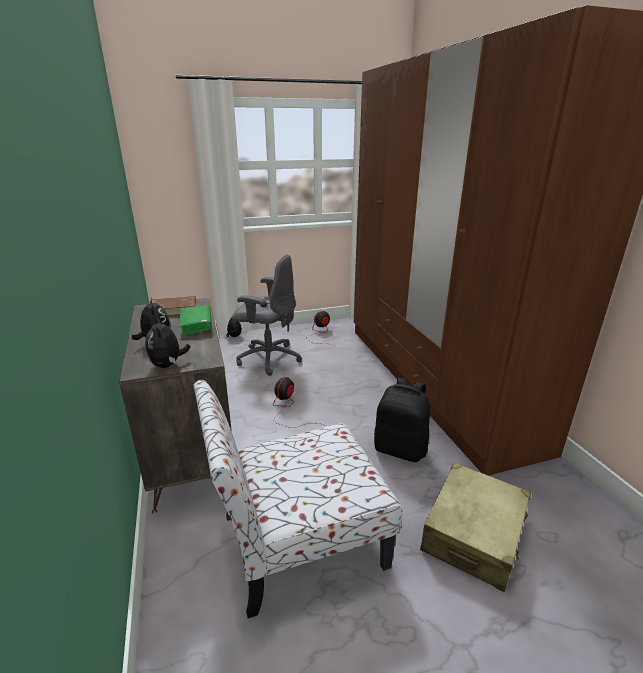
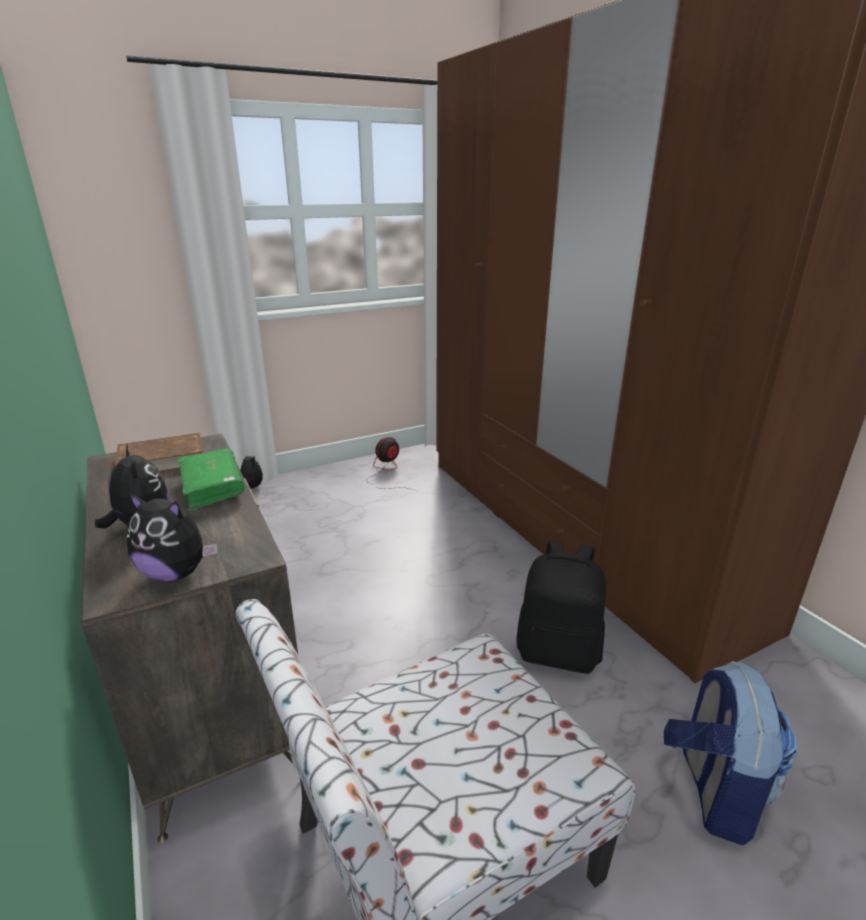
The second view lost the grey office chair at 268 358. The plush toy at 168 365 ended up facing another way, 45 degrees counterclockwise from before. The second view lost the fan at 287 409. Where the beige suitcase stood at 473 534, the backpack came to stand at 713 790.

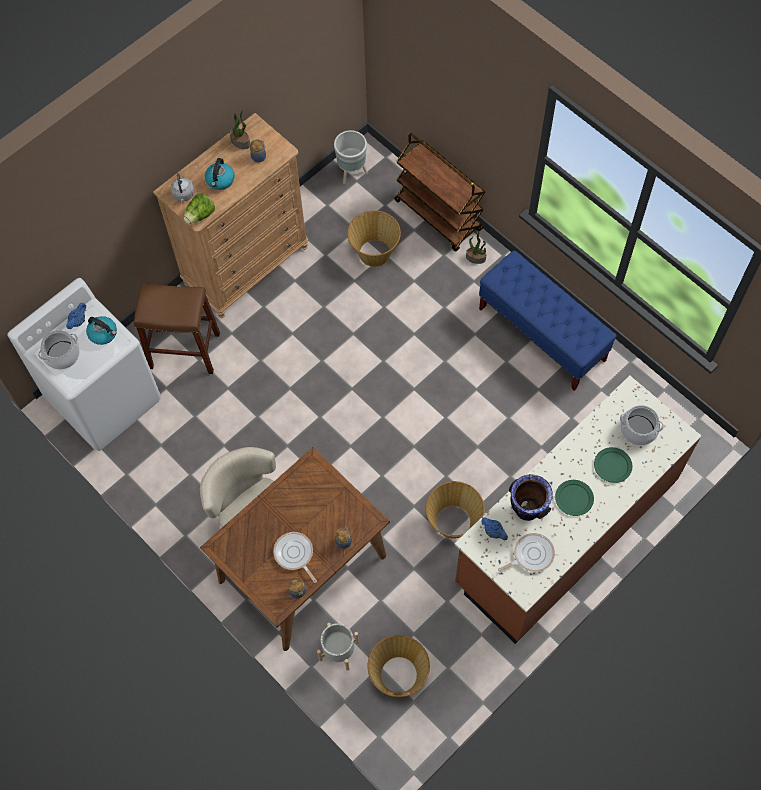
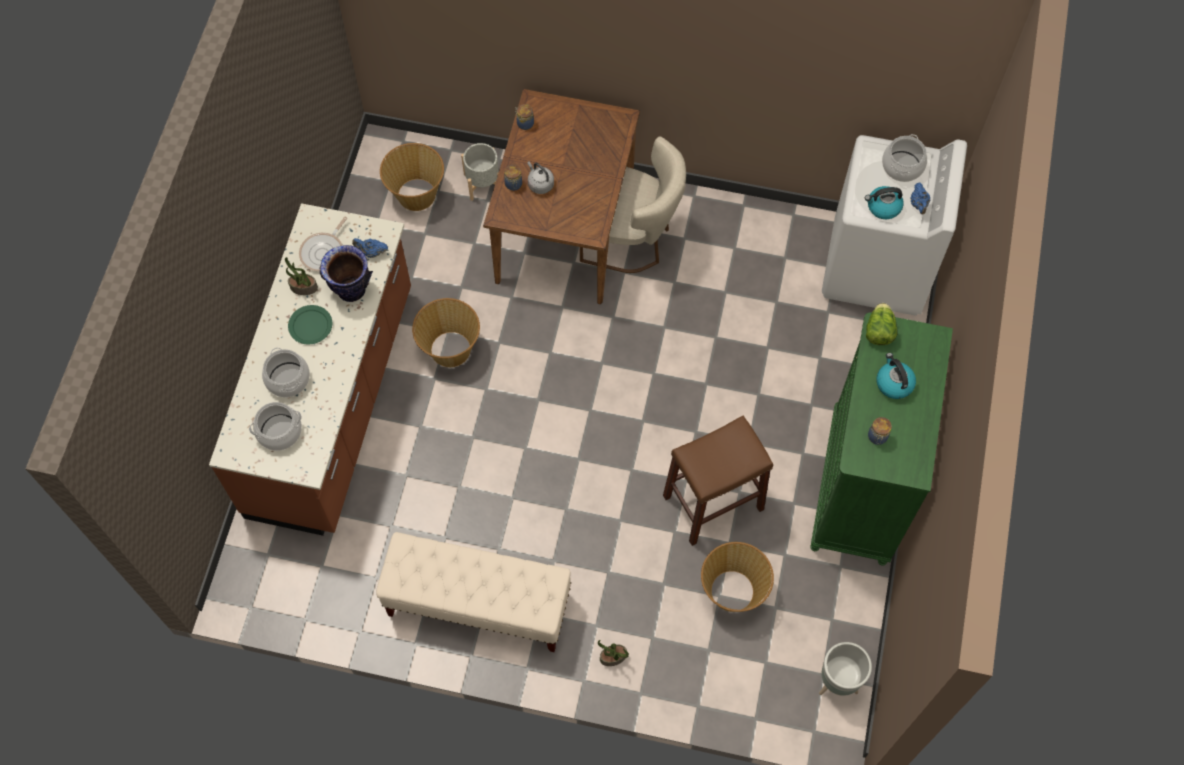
The potted plant ended up elsewhere, having gone from 241 142 to 303 288. What was the brown dresser at 246 265 turned into the green dresser at 859 488. The second view lost the brown cart at 439 216. The grey kettle ended up elsewhere, having gone from 183 195 to 540 184. What was the blue bench at 542 335 turned into the beige bench at 478 604. The brown stool ended up elsewhere, having gone from 184 350 to 713 502. Where the green plate stood at 613 466, the cooking pot came to stand at 287 379. The second view lost the frying pan at 294 554.

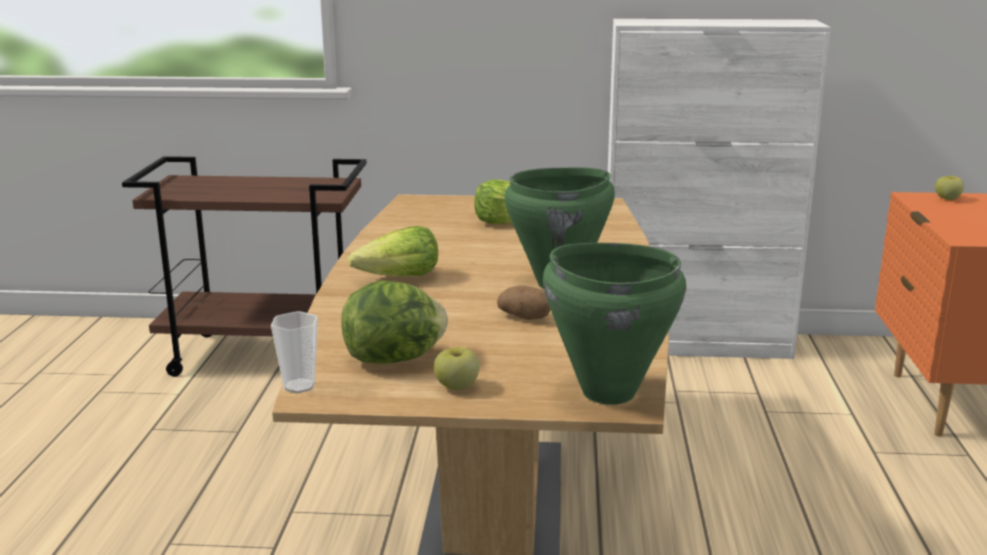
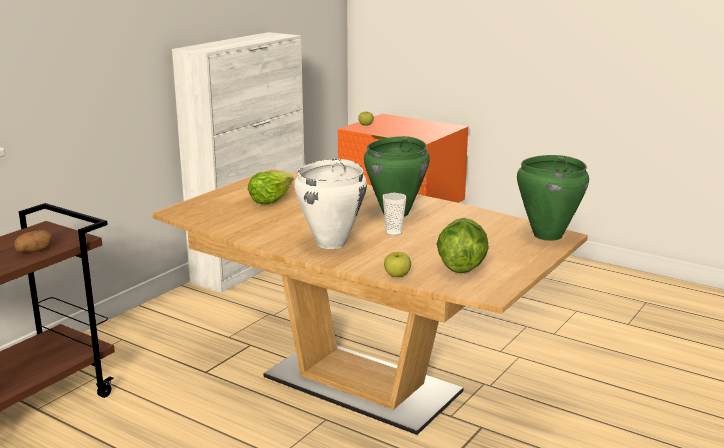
Where the lettuce stood at 399 278, the white cooking pot came to stand at 332 243. The potato ended up elsewhere, having gone from 525 317 to 34 251. The cup ended up elsewhere, having gone from 299 386 to 393 233. The apple ended up elsewhere, having gone from 457 387 to 397 276.

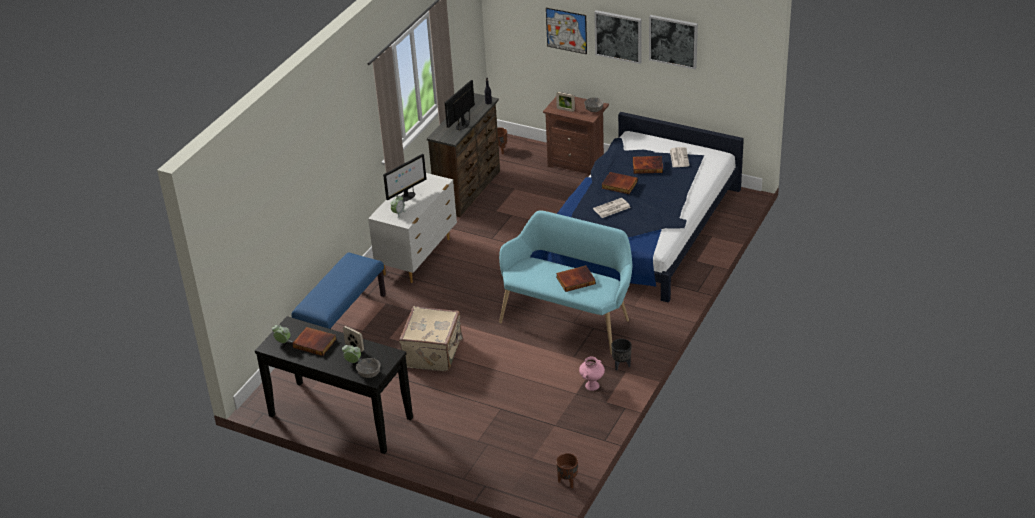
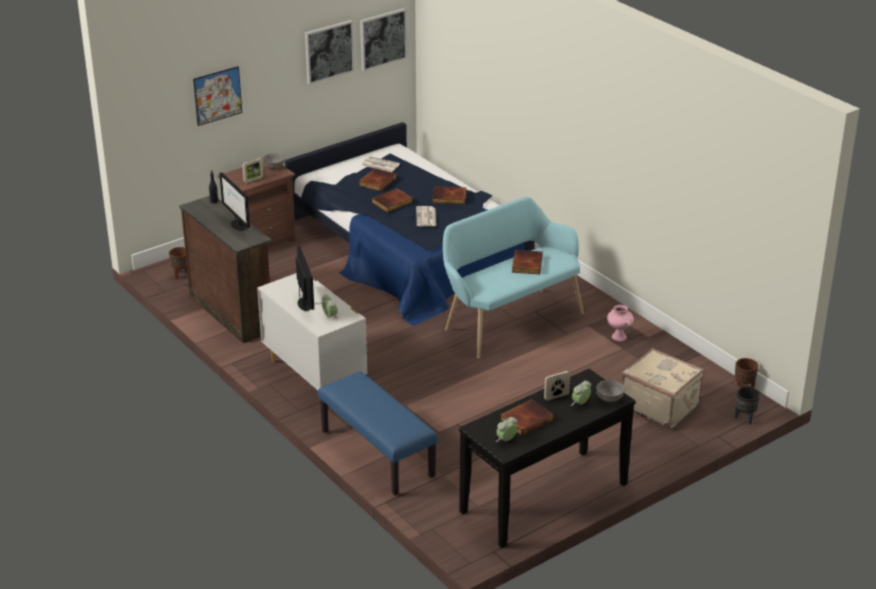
The picture ended up elsewhere, having gone from 618 36 to 382 39. The beige suitcase ended up elsewhere, having gone from 434 353 to 660 405. The black planter ended up elsewhere, having gone from 621 365 to 745 418. The second view gained the book at 449 198.

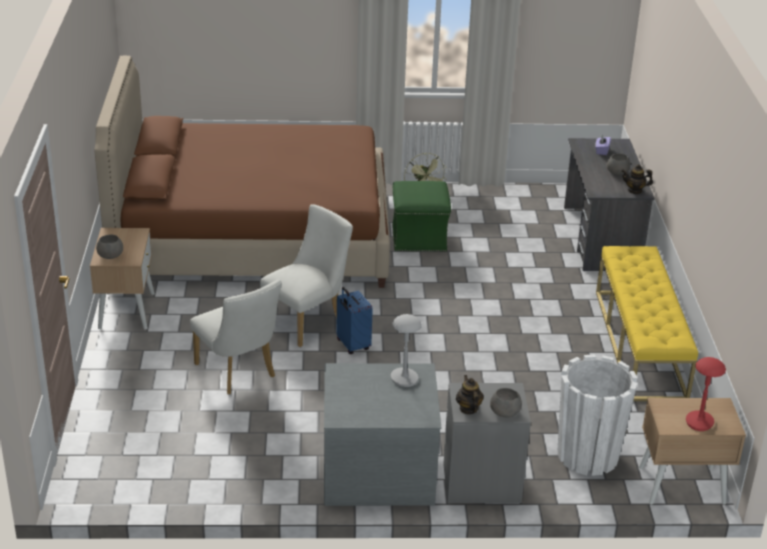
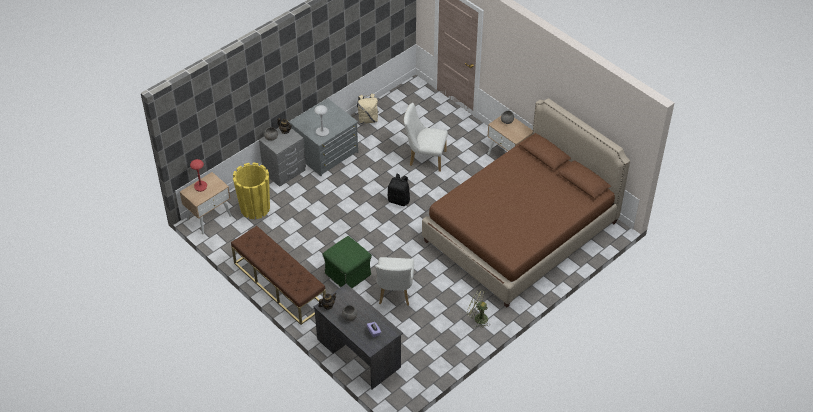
The green ottoman ended up elsewhere, having gone from 419 237 to 348 274. The white chair ended up elsewhere, having gone from 308 321 to 395 294. What was the yellow bench at 640 344 turned into the brown bench at 279 284. Where the blue suitcase stood at 352 345, the black backpack came to stand at 399 200. What was the white planter at 588 455 turned into the yellow planter at 255 208. The second view gained the beige backpack at 368 119.

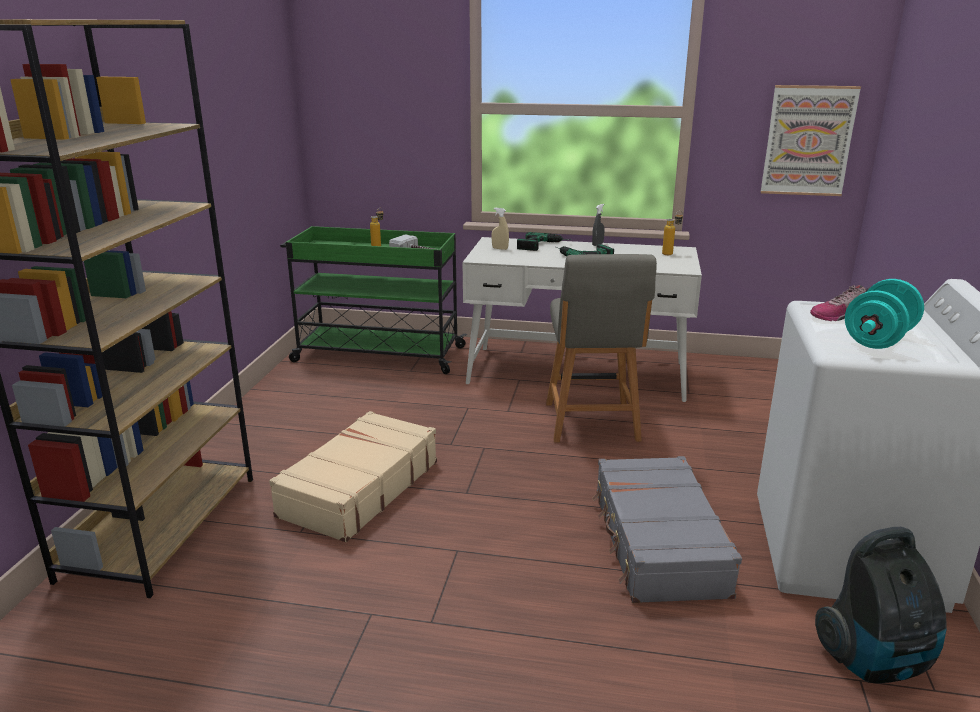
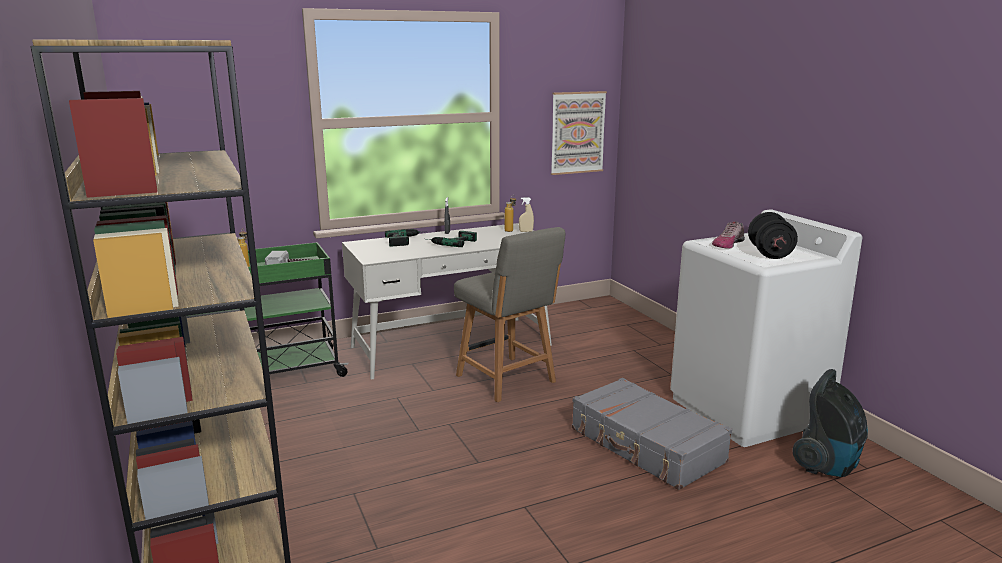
The beige spray bottle ended up elsewhere, having gone from 500 248 to 526 231. What was the turquoise dumbbell at 878 339 turned into the black dumbbell at 769 253. The second view lost the beige suitcase at 358 489.

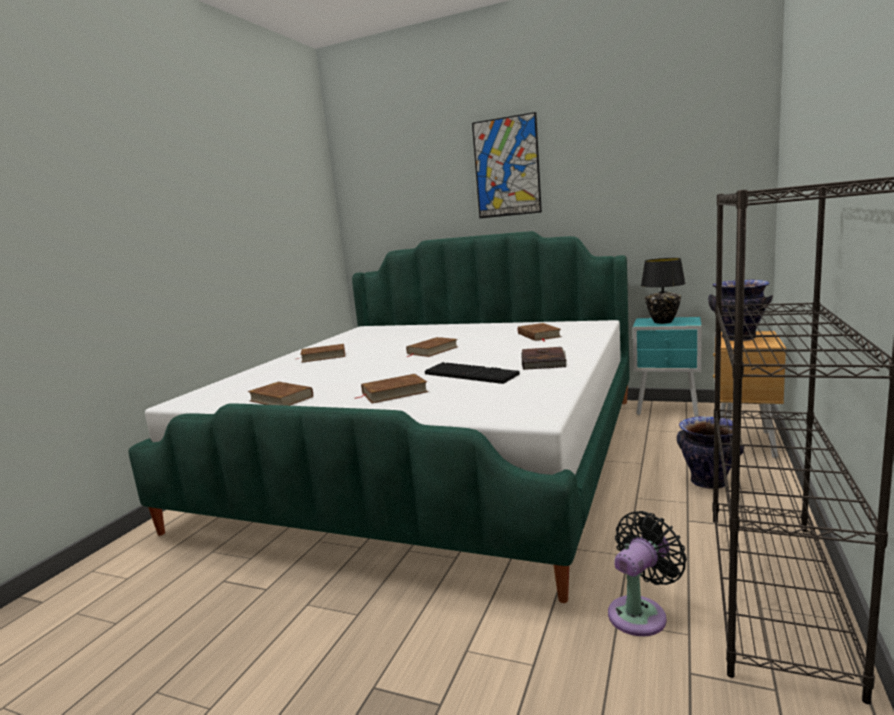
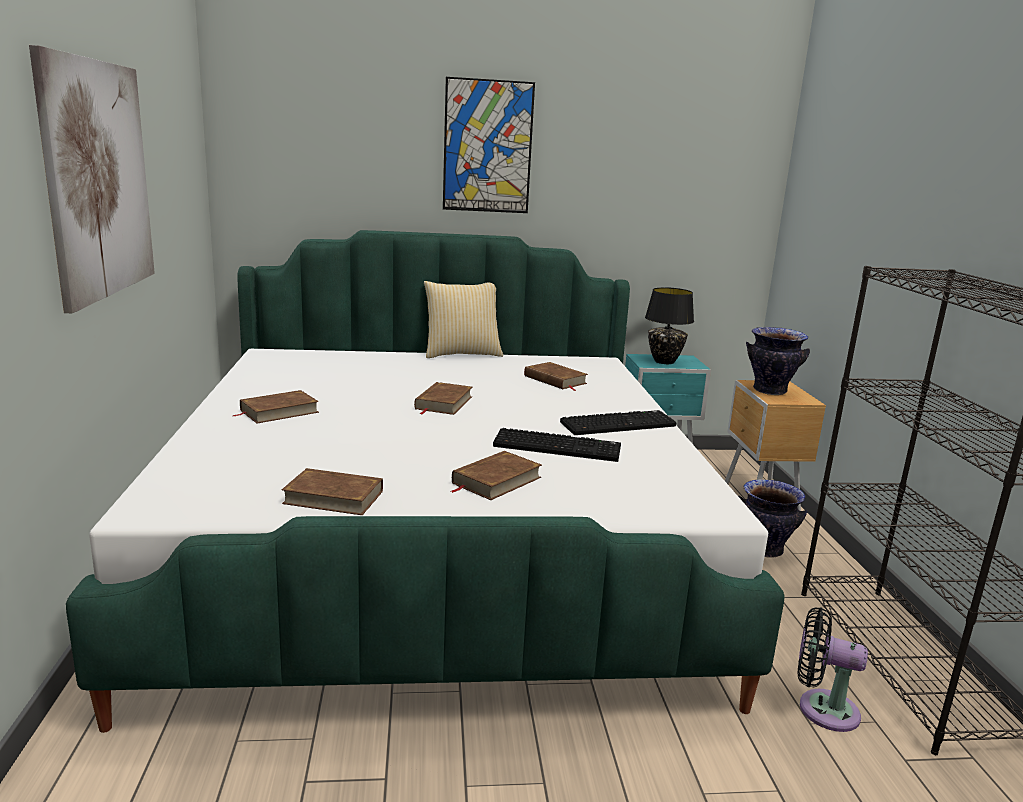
Where the brown book stood at 544 361, the keyboard came to stand at 618 424. The black fan at 640 613 ended up facing another way, 90 degrees counterclockwise from before. The second view gained the picture at 99 179. The second view gained the pillow at 461 354.

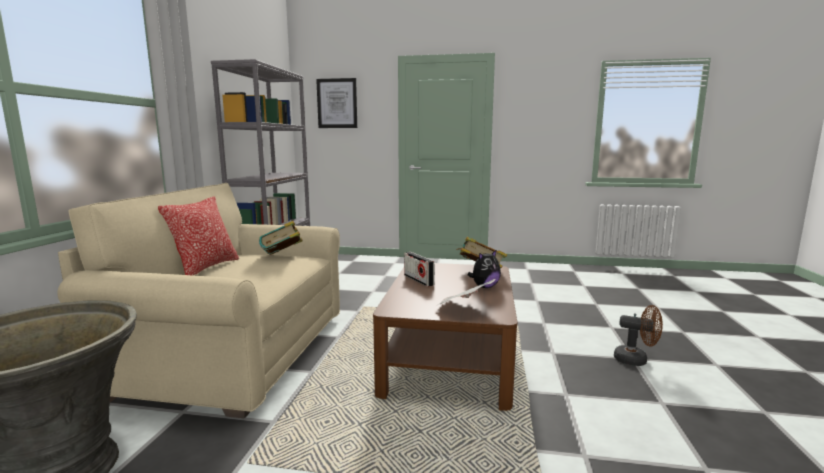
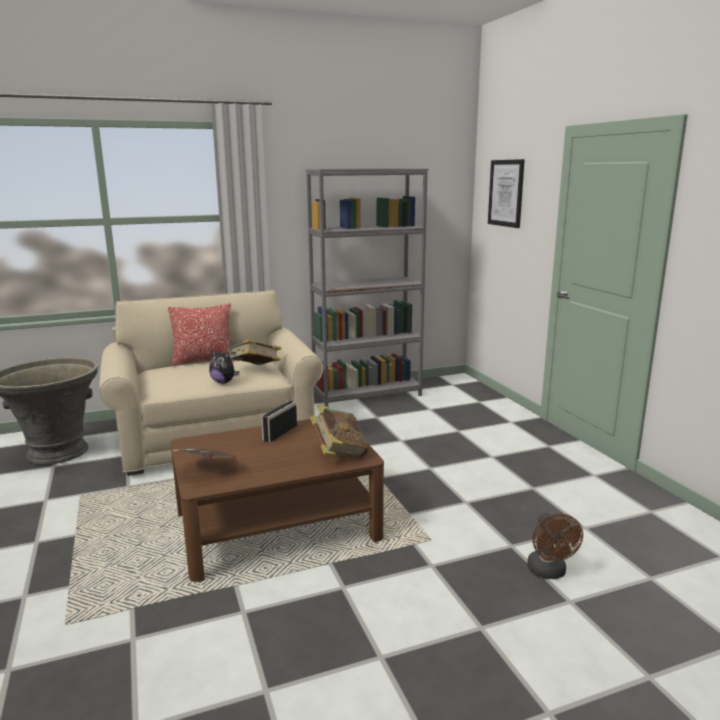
The plush toy ended up elsewhere, having gone from 484 287 to 224 382. The brown fan ended up elsewhere, having gone from 636 360 to 549 573.

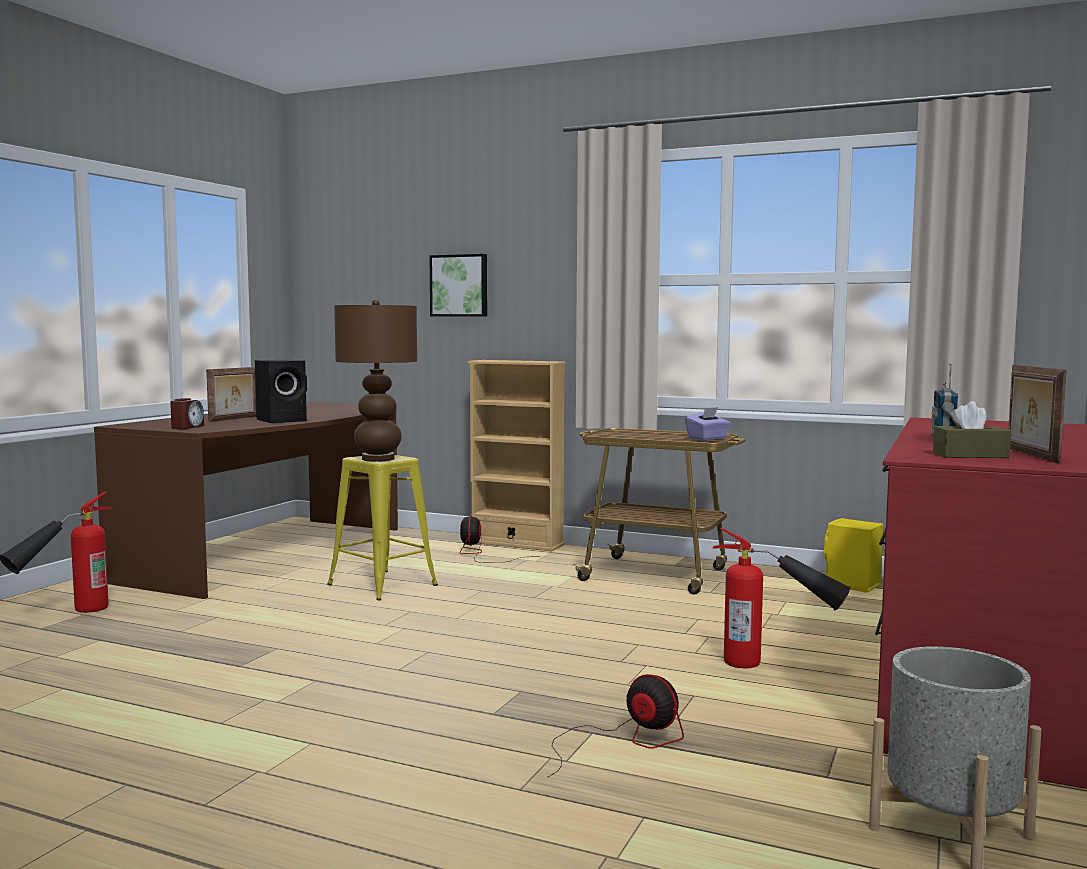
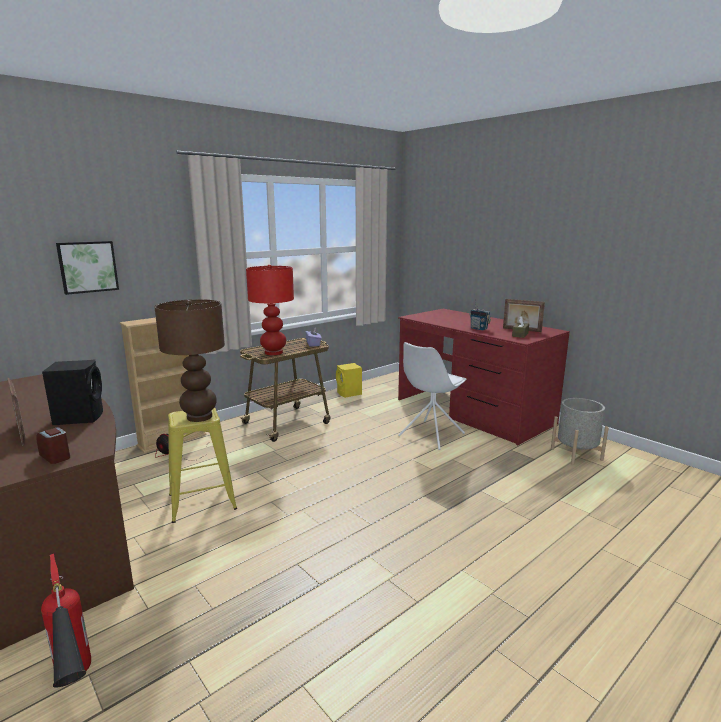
Where the fire extinguisher stood at 777 665, the white chair came to stand at 430 435. The second view lost the fan at 623 741. The second view gained the red table lamp at 274 353.

